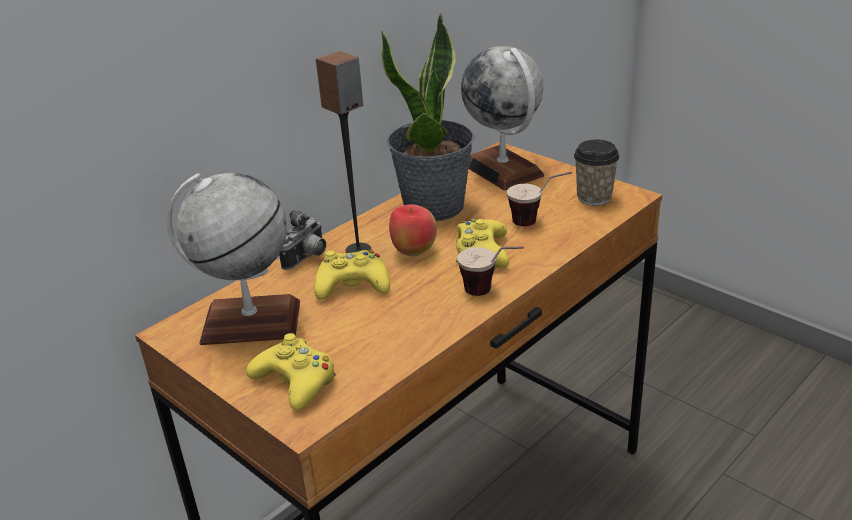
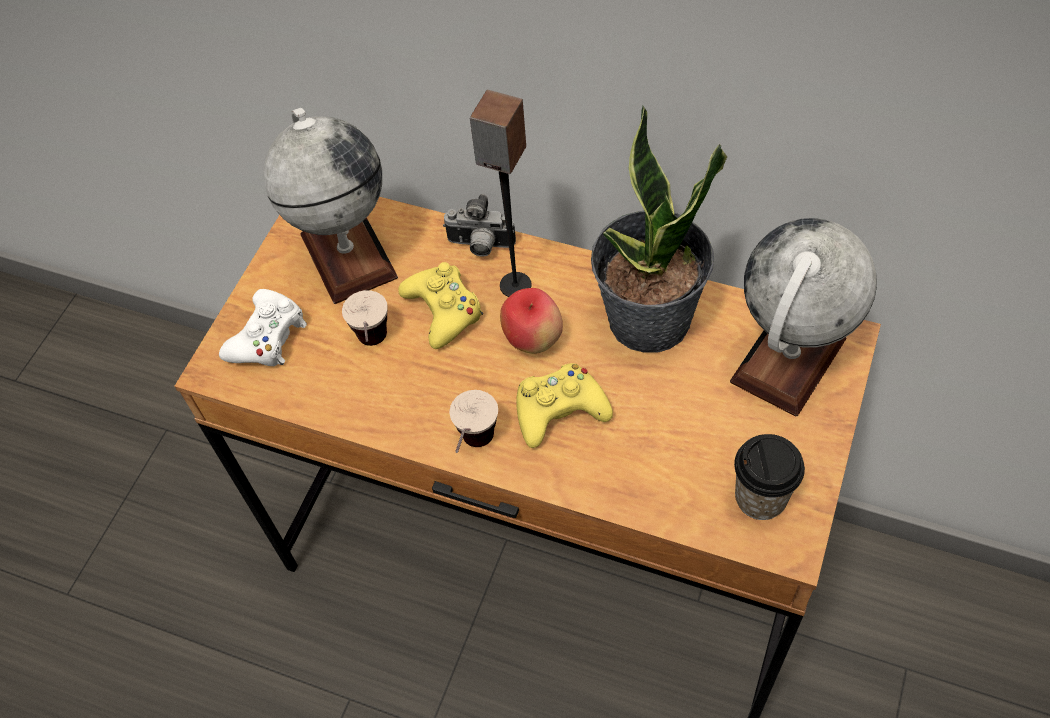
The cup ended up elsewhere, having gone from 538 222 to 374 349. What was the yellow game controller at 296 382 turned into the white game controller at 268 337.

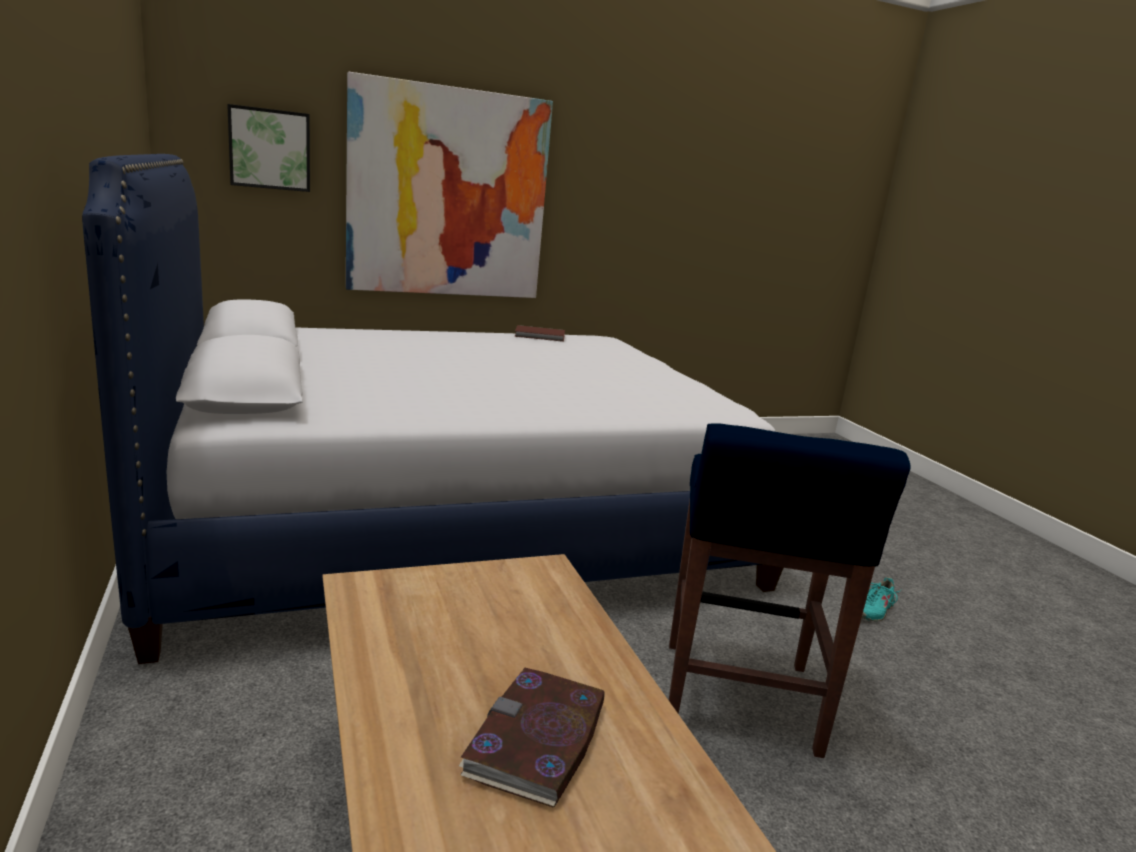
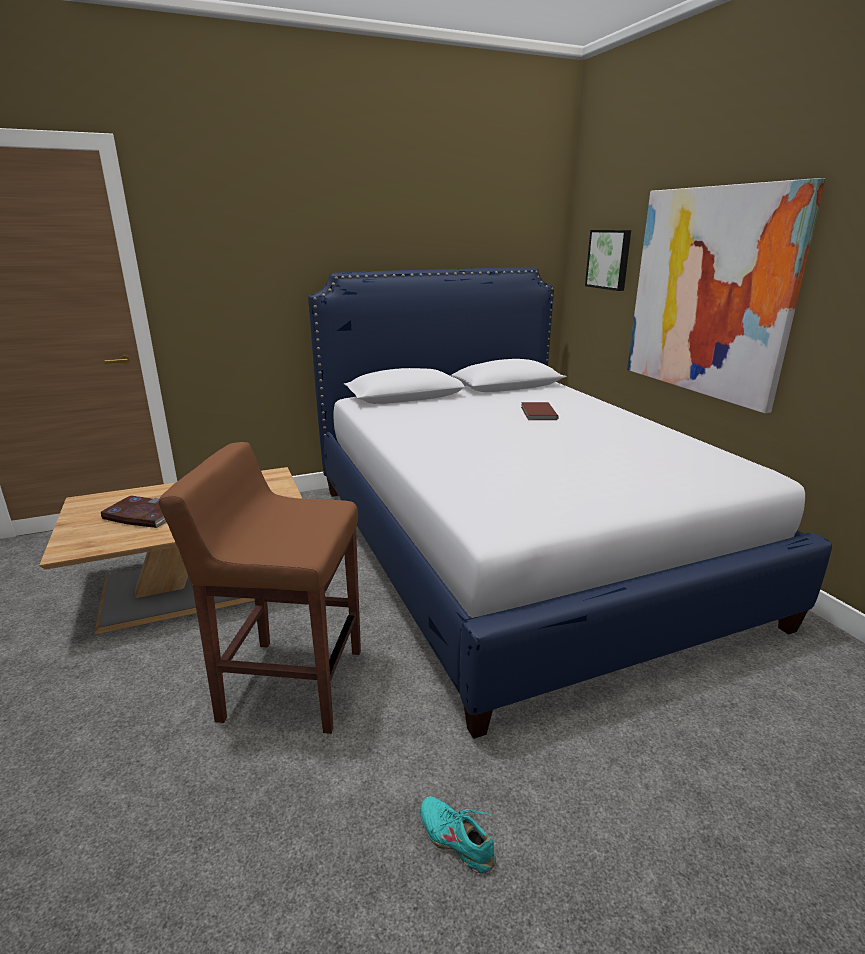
The brown book ended up elsewhere, having gone from 540 336 to 537 413. What was the blue stool at 738 698 turned into the brown stool at 290 684.

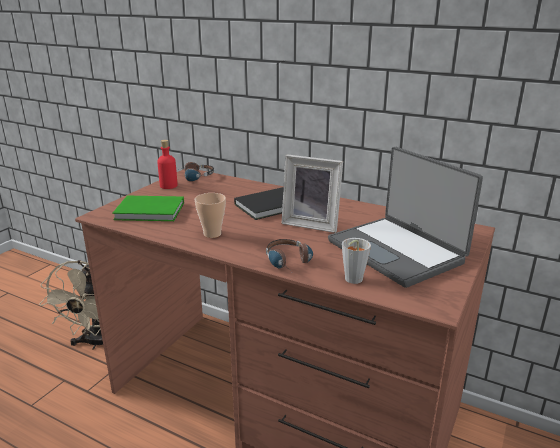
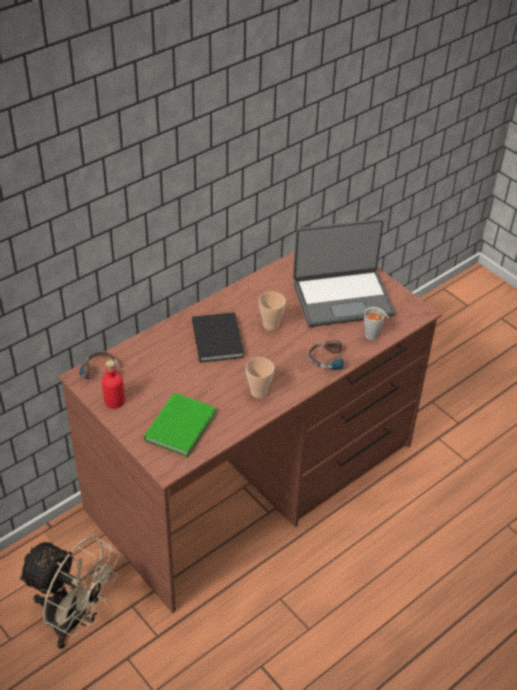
Where the picture frame stood at 312 223, the cup came to stand at 271 325.

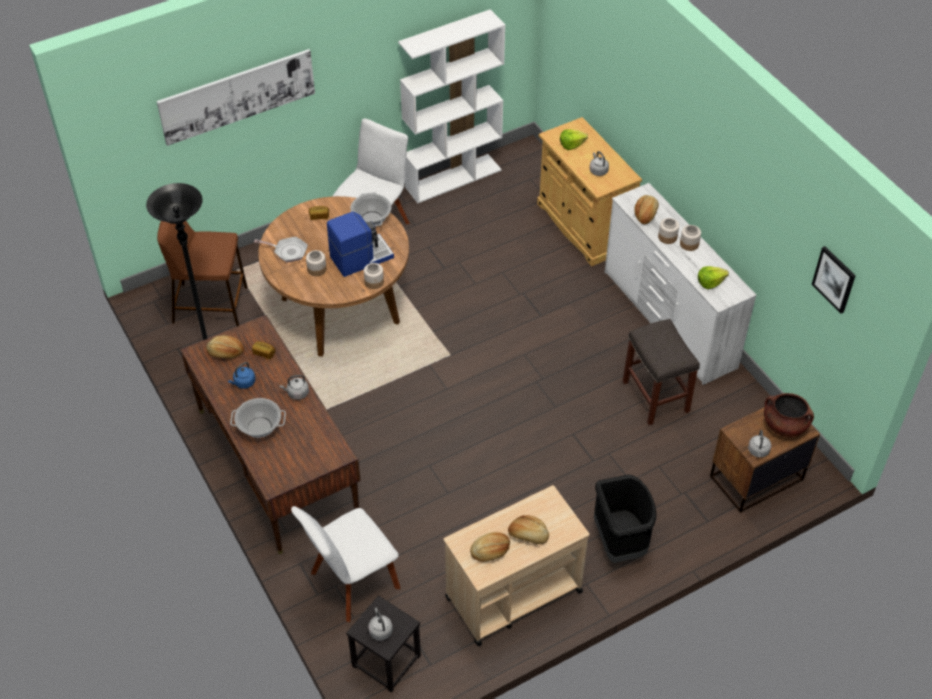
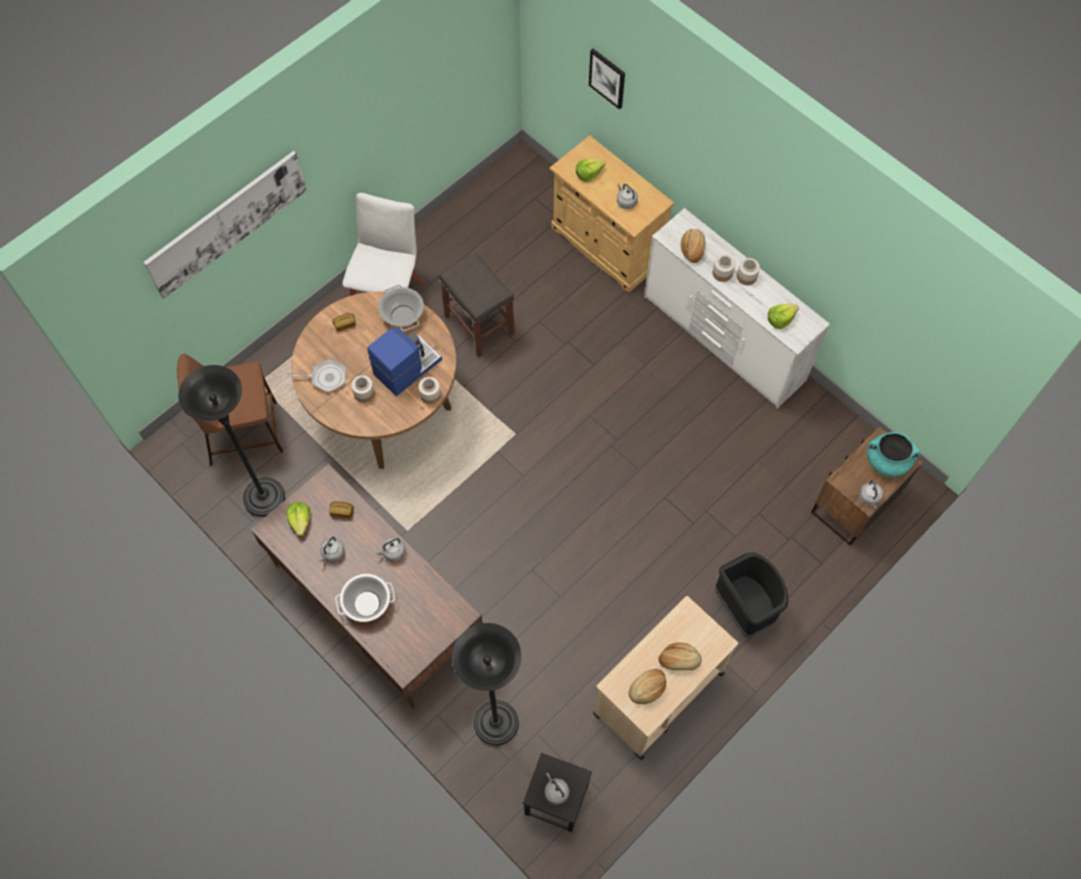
The second view lost the white bookcase at 453 178. The picture ended up elsewhere, having gone from 834 279 to 607 78. The grey stool ended up elsewhere, having gone from 656 397 to 480 325. Where the bread stood at 225 352, the lettuce came to stand at 300 521. What was the blue kettle at 243 383 turned into the grey kettle at 332 554. What was the brown cooking pot at 784 425 turned into the turquoise cooking pot at 887 461. Where the white chair stood at 351 583, the black floor lamp came to stand at 496 723.

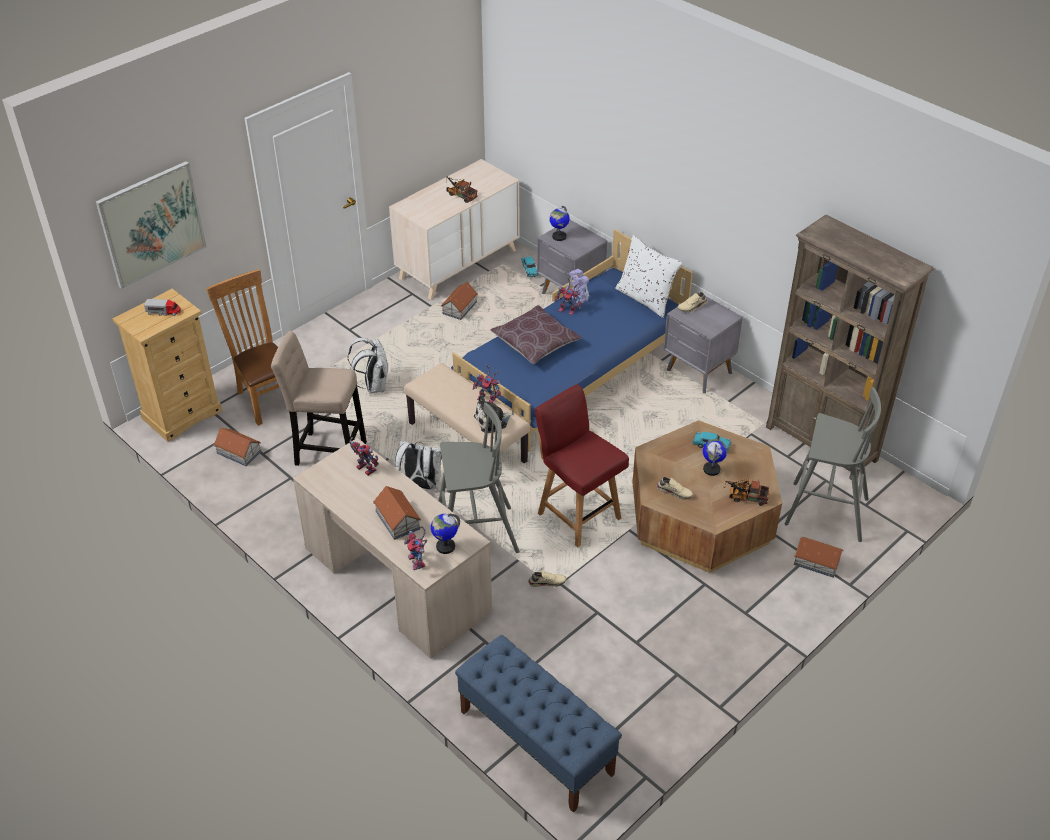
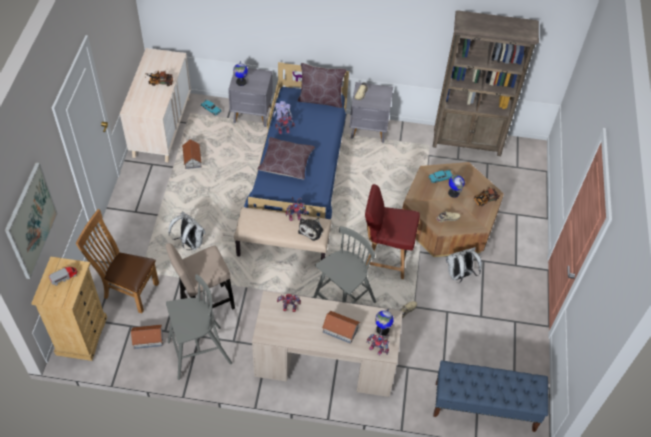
What was the white pillow at 645 299 turned into the brown pillow at 321 99. The grey stool ended up elsewhere, having gone from 824 511 to 198 353. The white backpack ended up elsewhere, having gone from 421 485 to 459 275. The second view lost the toy house at 817 562.

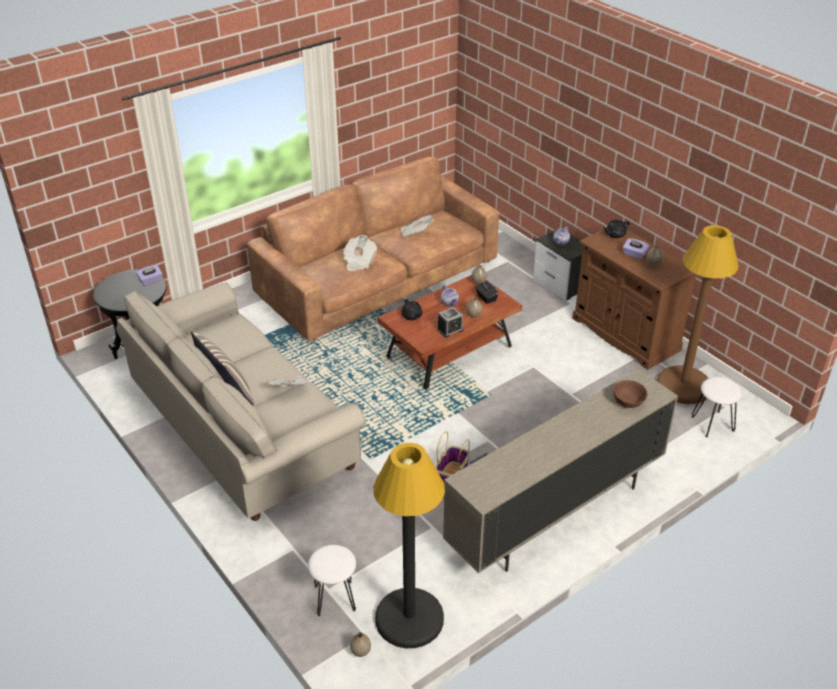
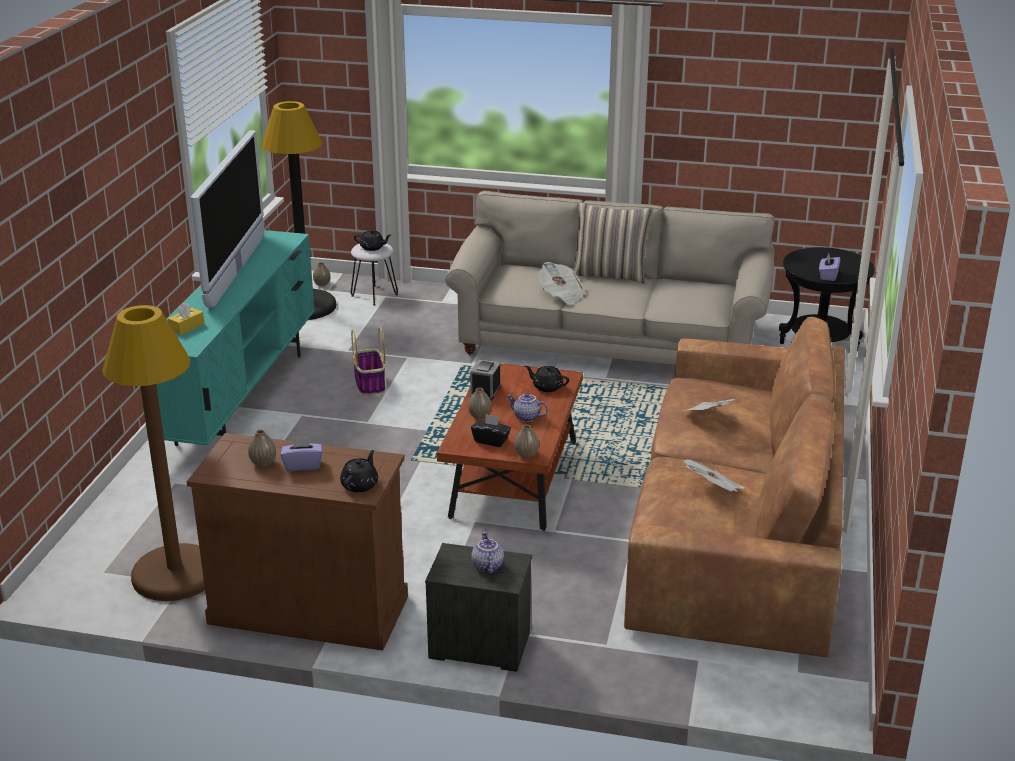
What was the beige tv stand at 555 515 turned into the turquoise tv stand at 242 398. The second view lost the white stool at 713 423. Where the brown bowl stood at 628 401, the yellow tissue box came to stand at 186 327. The second view gained the television at 236 271. The second view gained the black teapot at 373 247.

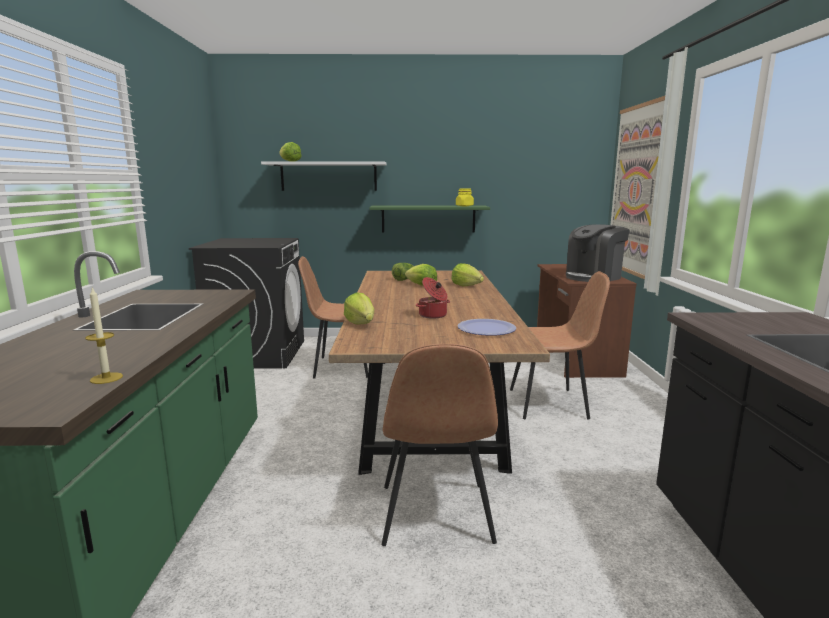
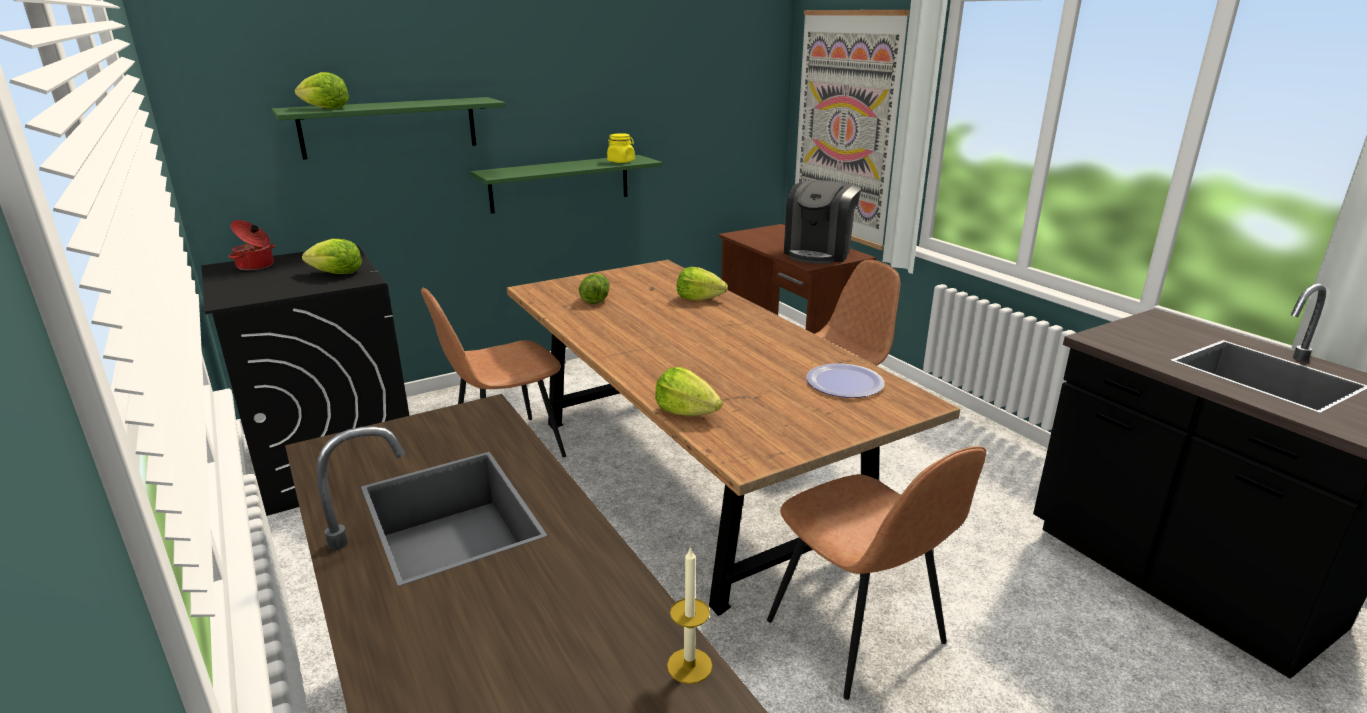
What was the white shelf at 328 176 turned into the green shelf at 390 127. The lettuce ended up elsewhere, having gone from 421 285 to 336 273. The cooking pot ended up elsewhere, having gone from 433 315 to 256 266.

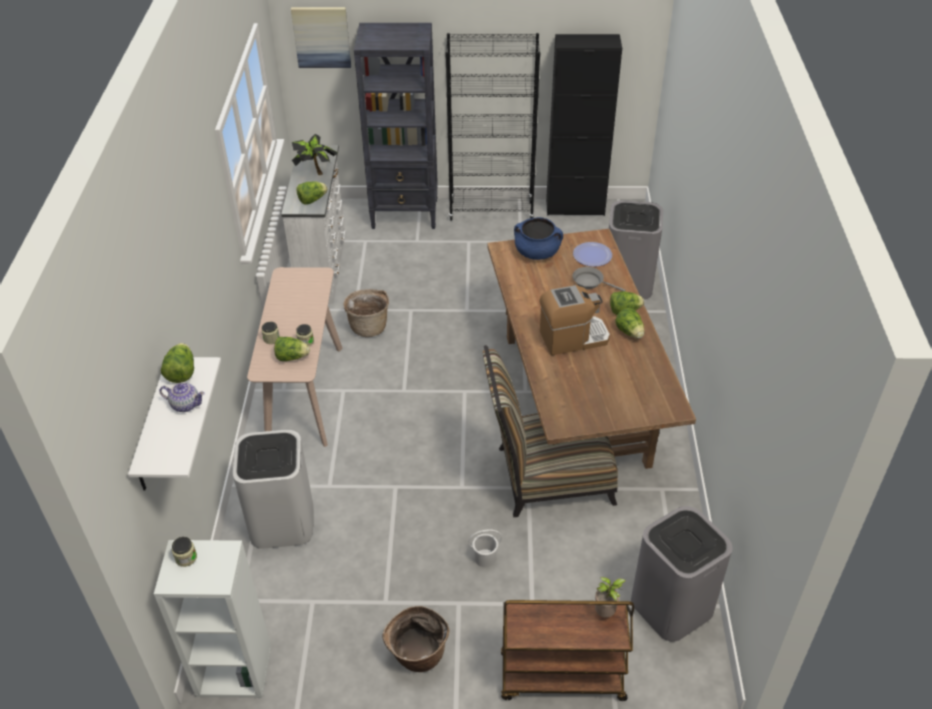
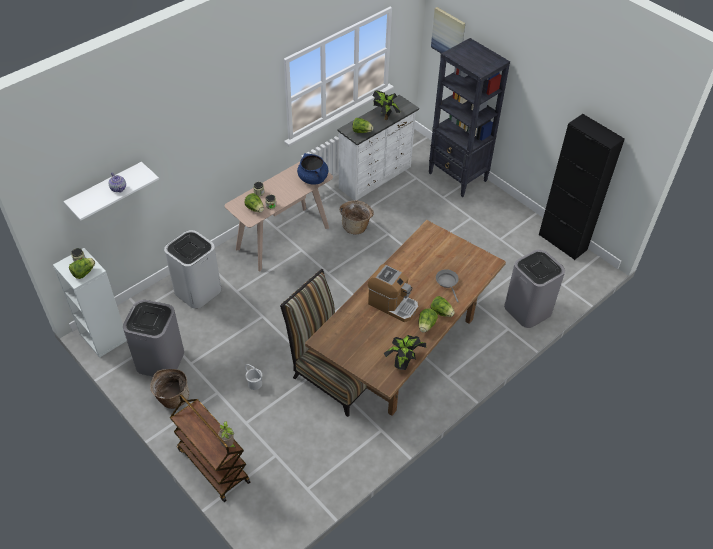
The second view lost the black bookcase at 491 211. The blue cooking pot ended up elsewhere, having gone from 537 253 to 313 178. The second view lost the plate at 592 255. The lettuce ended up elsewhere, having gone from 181 372 to 83 273. The grey trash can ended up elsewhere, having gone from 671 606 to 160 360. The second view gained the potted plant at 404 361.

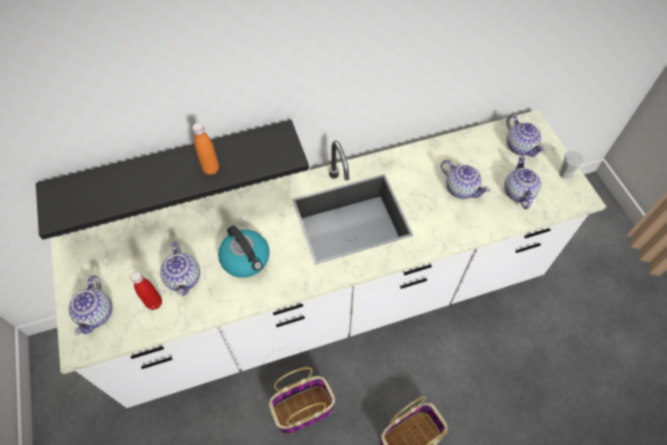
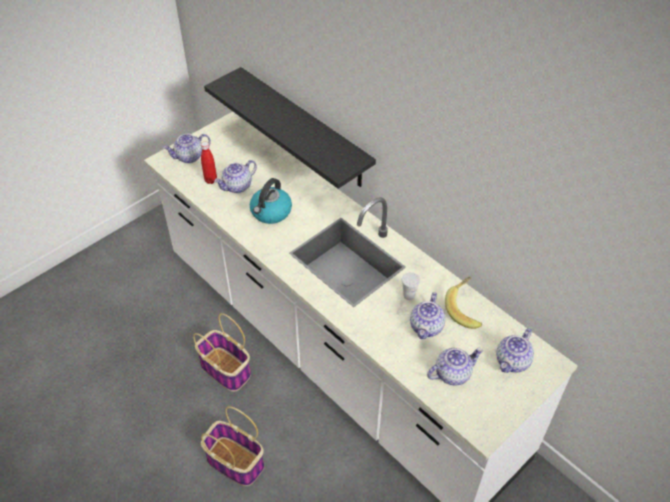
The second view lost the orange bottle at 211 169. The white cup ended up elsewhere, having gone from 564 174 to 409 295. The second view gained the banana at 465 309.

